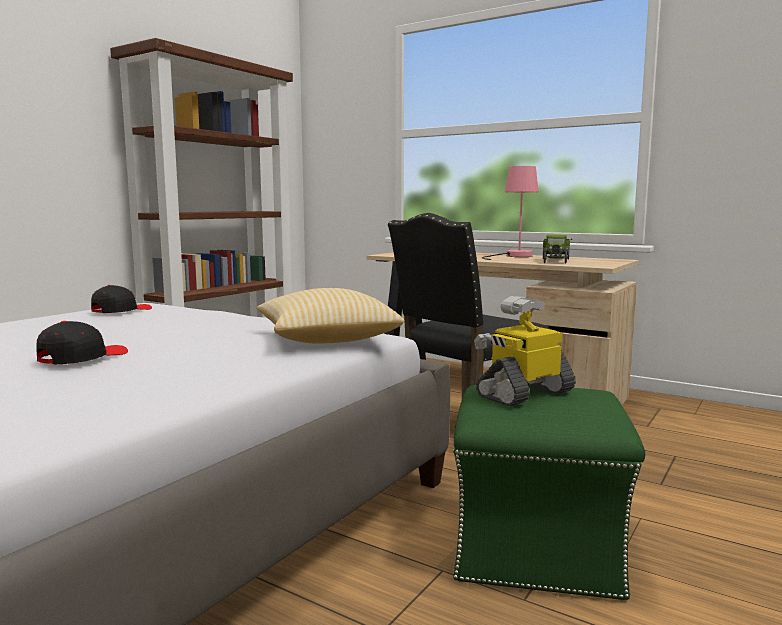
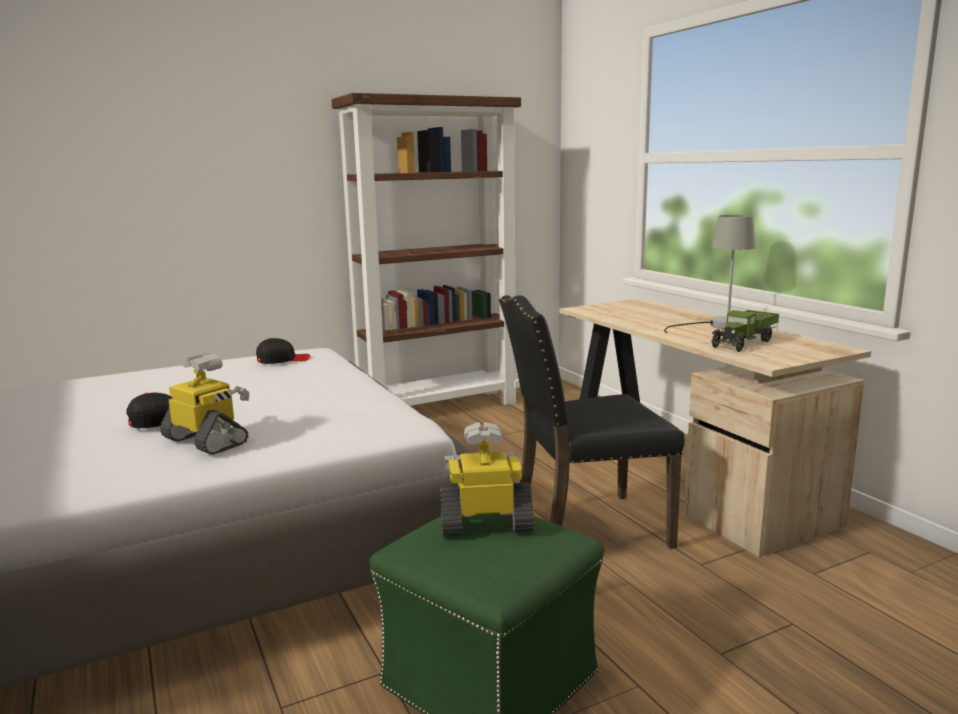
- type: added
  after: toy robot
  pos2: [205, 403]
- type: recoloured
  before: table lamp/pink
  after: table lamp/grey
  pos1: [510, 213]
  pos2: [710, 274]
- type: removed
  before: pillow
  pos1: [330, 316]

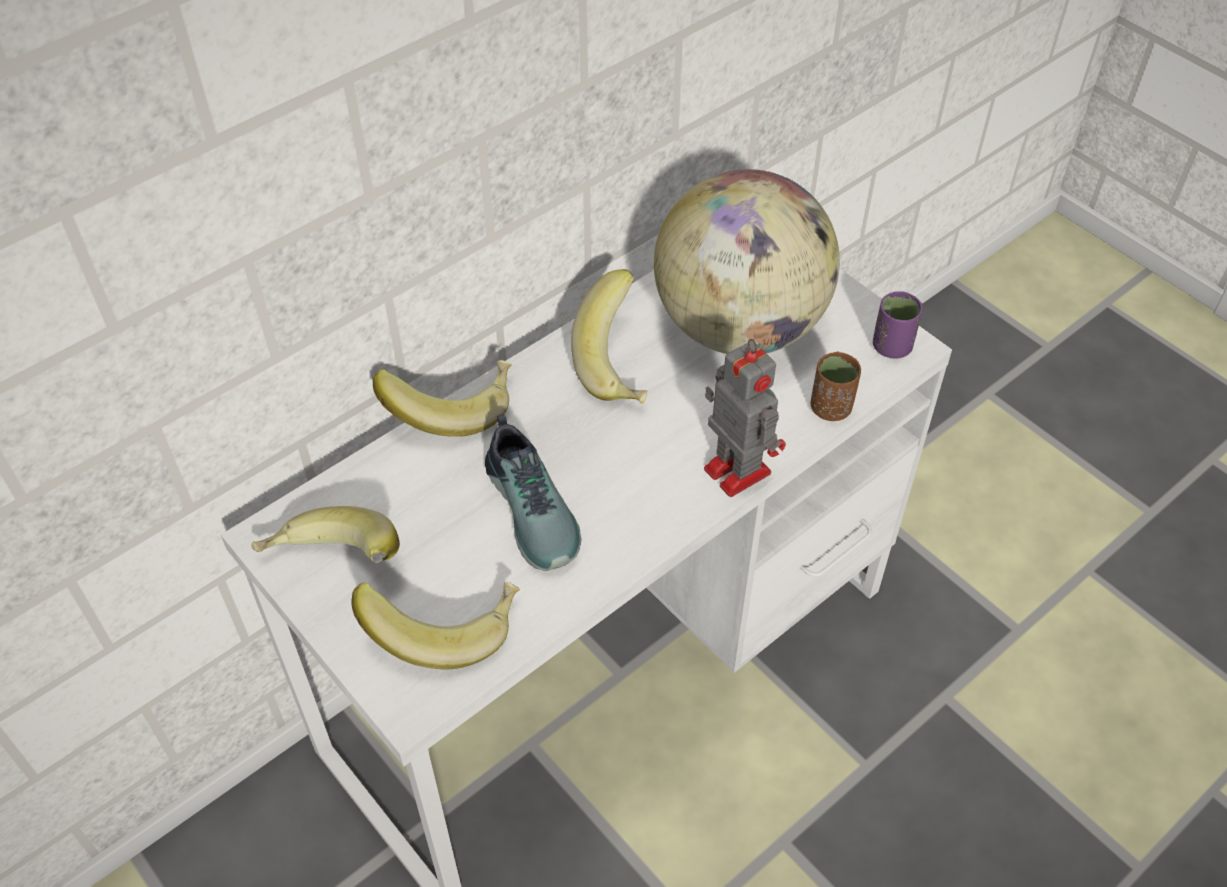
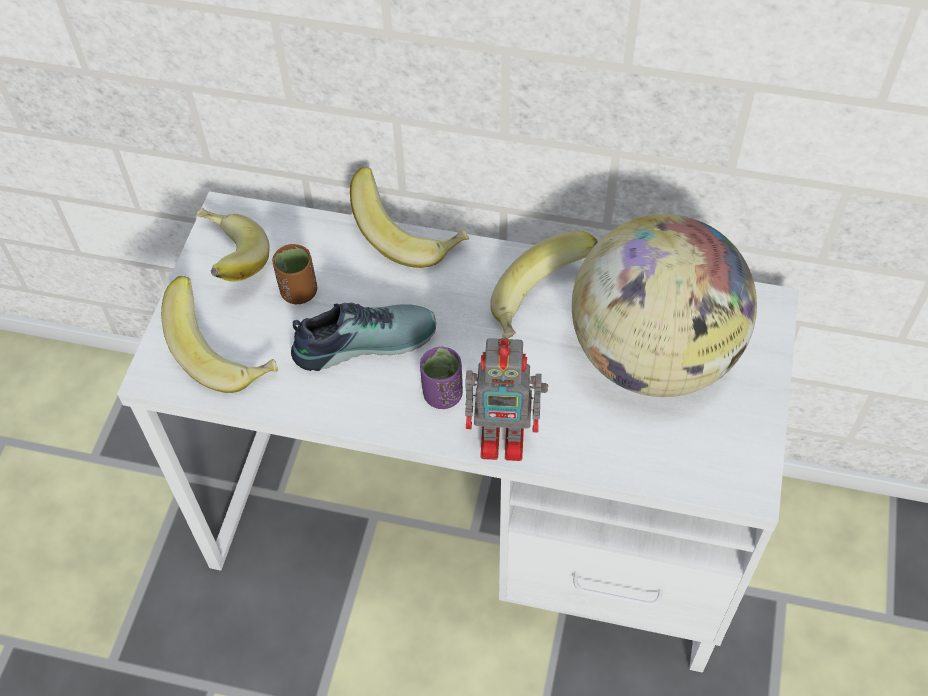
- type: moved
  before: cup/brown
  pos1: [835, 386]
  pos2: [294, 274]
- type: turned
  before: shoe
  pos1: [533, 492]
  pos2: [363, 336]
  turn: -135
- type: moved
  before: cup/purple
  pos1: [897, 325]
  pos2: [441, 378]
- type: turned
  before: toy robot
  pos1: [745, 418]
  pos2: [506, 399]
  turn: 75

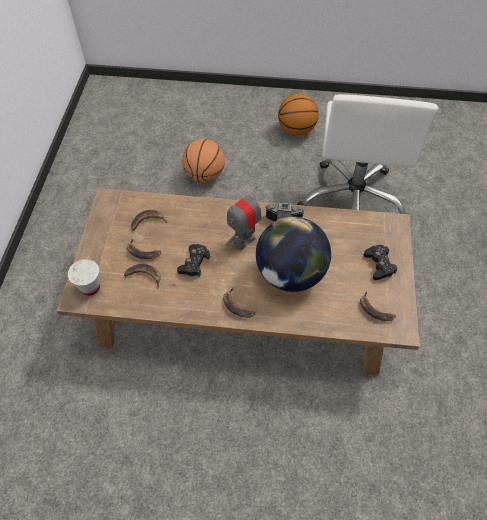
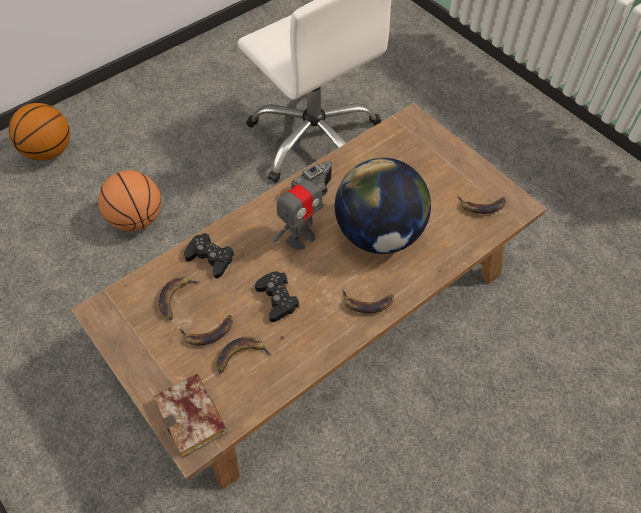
- type: moved
  before: basketball
  pos1: [298, 115]
  pos2: [39, 132]
- type: replaced
  before: cup/white
  after: book
  pos1: [84, 277]
  pos2: [190, 416]
- type: moved
  before: game controller/black
  pos1: [380, 262]
  pos2: [209, 255]
- type: turned
  before: toy robot
  pos1: [245, 218]
  pos2: [299, 209]
  turn: -135

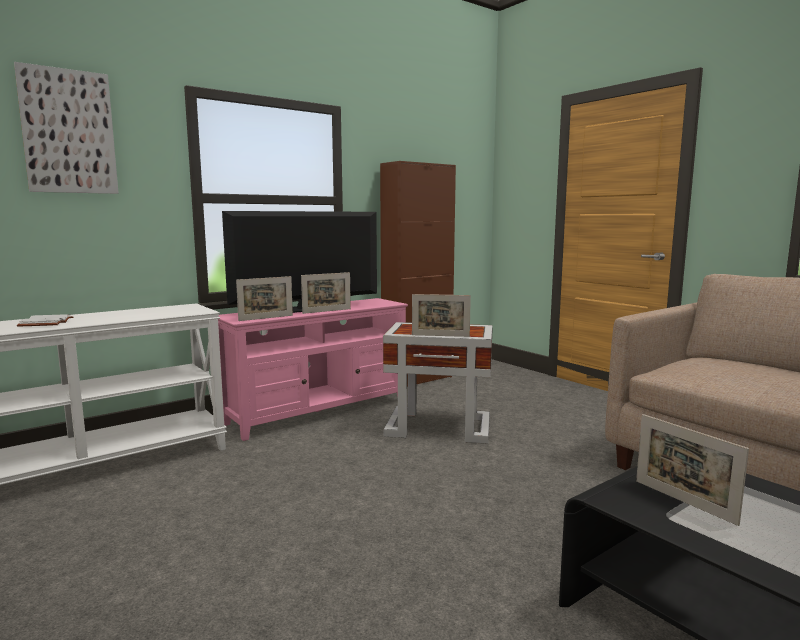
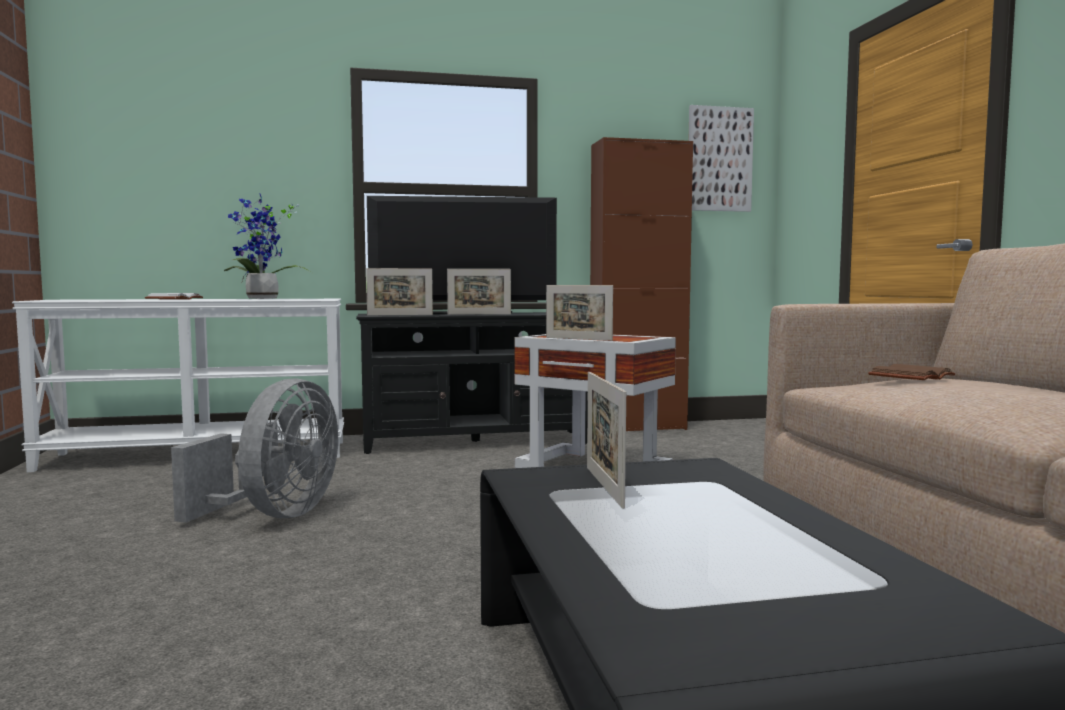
- type: added
  after: fan/grey
  pos2: [254, 450]
- type: added
  after: potted plant
  pos2: [268, 246]
- type: recoloured
  before: tv stand/pink
  after: tv stand/black
  pos1: [313, 369]
  pos2: [472, 383]
- type: moved
  before: picture
  pos1: [66, 128]
  pos2: [721, 158]
- type: added
  after: book/brown
  pos2: [911, 372]

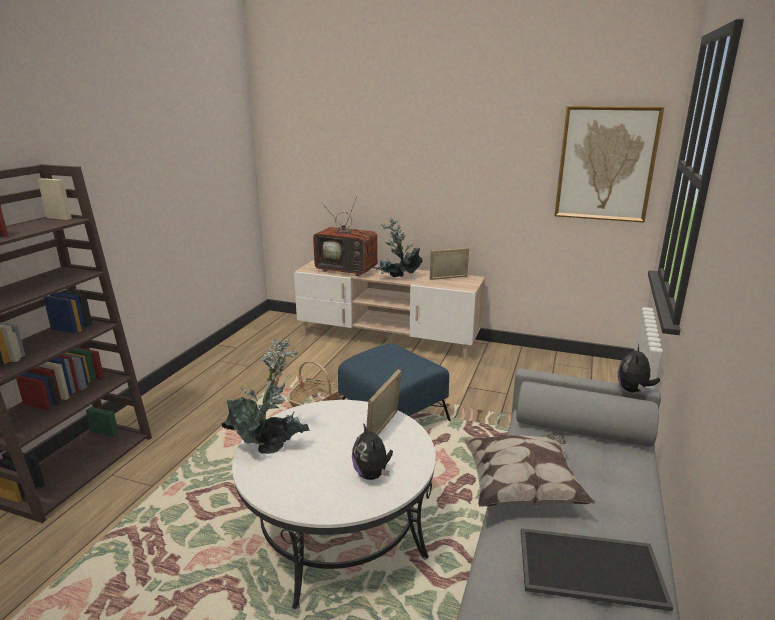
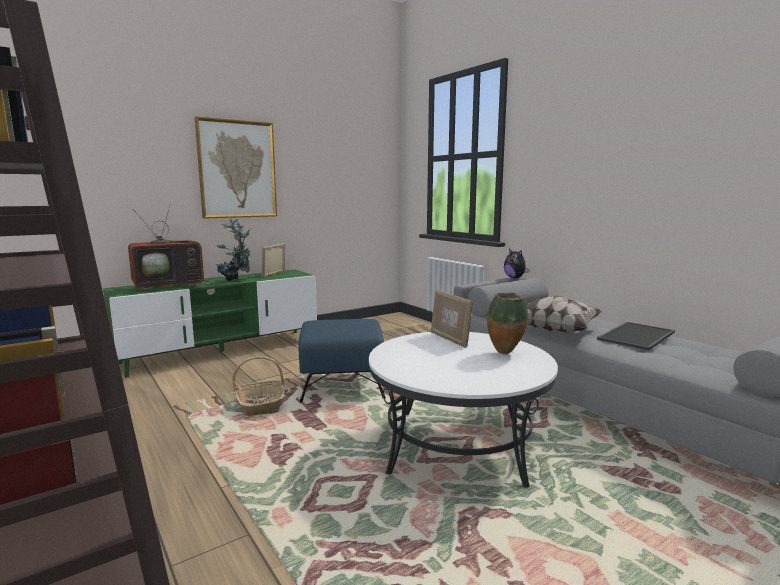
- type: recoloured
  before: tv stand/beige
  after: tv stand/green
  pos1: [389, 310]
  pos2: [210, 323]
- type: moved
  before: picture
  pos1: [609, 164]
  pos2: [236, 167]
- type: replaced
  before: plush toy
  after: vase
  pos1: [372, 451]
  pos2: [507, 323]
- type: removed
  before: potted plant
  pos1: [266, 396]

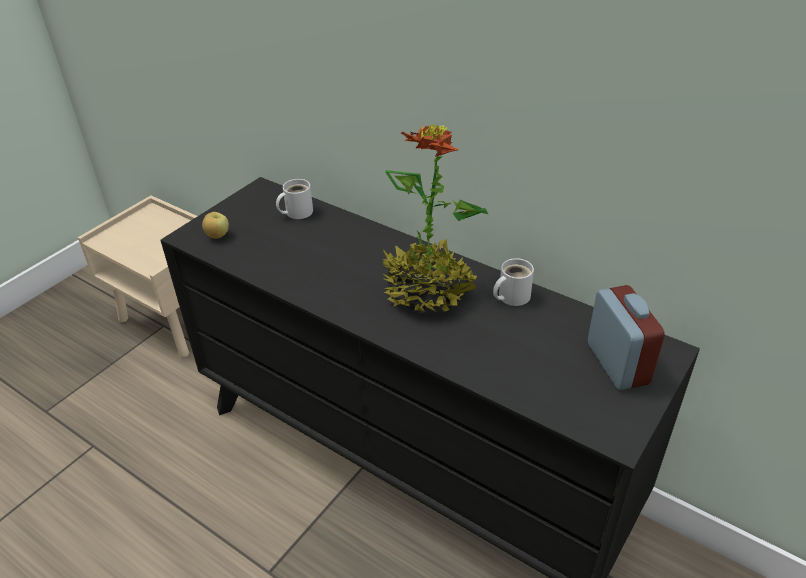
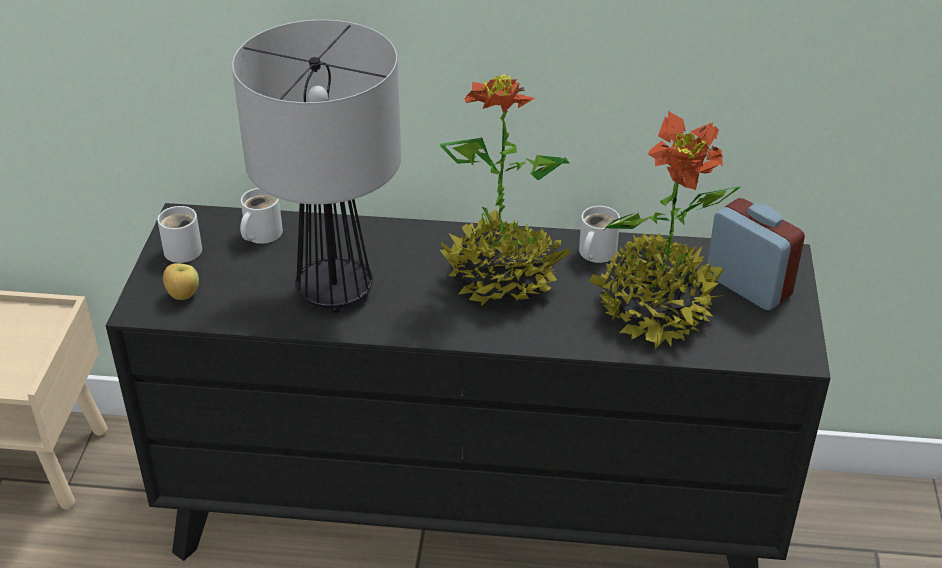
- type: added
  after: mug/white
  pos2: [179, 234]
- type: added
  after: table lamp
  pos2: [316, 166]
- type: added
  after: potted plant
  pos2: [665, 230]

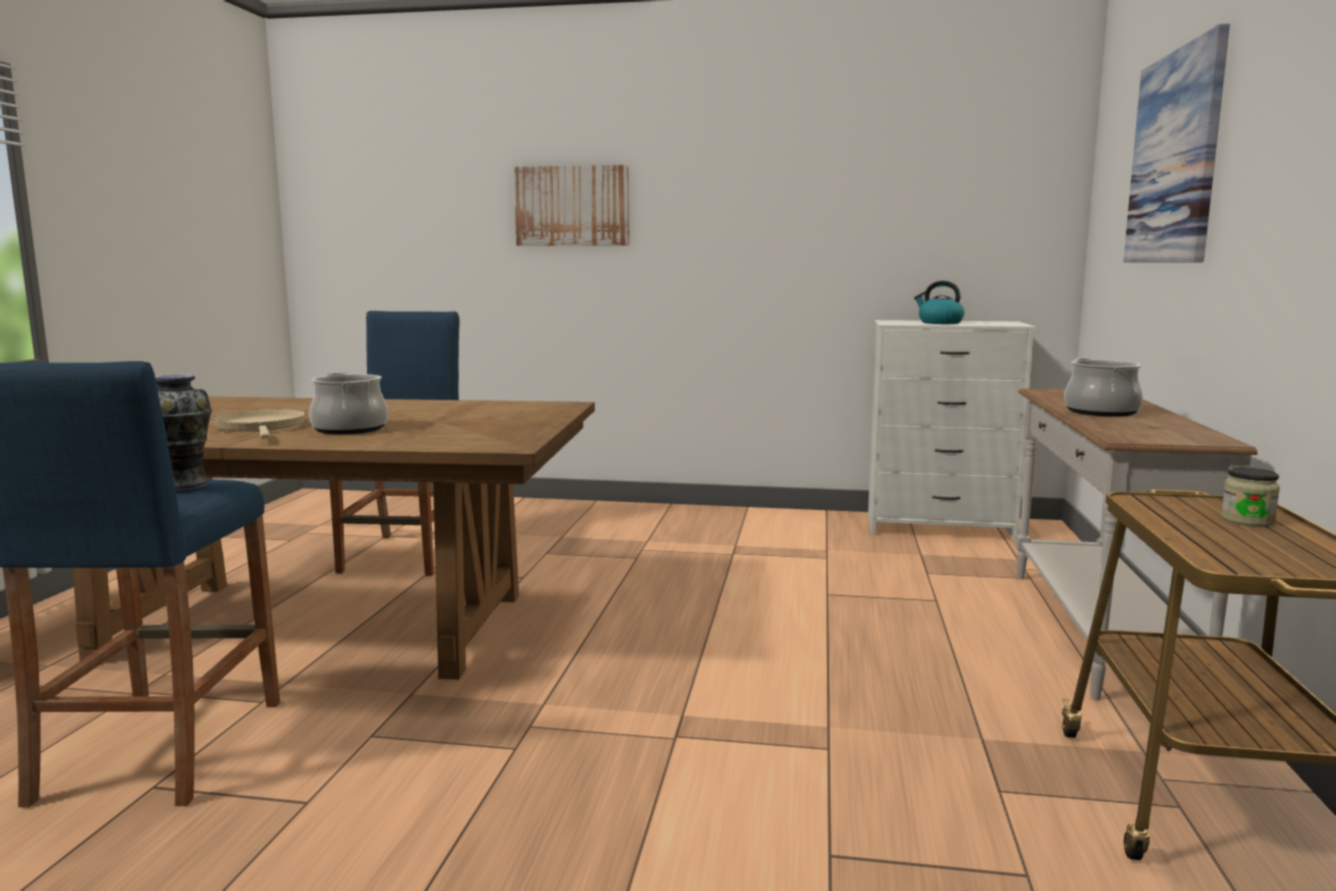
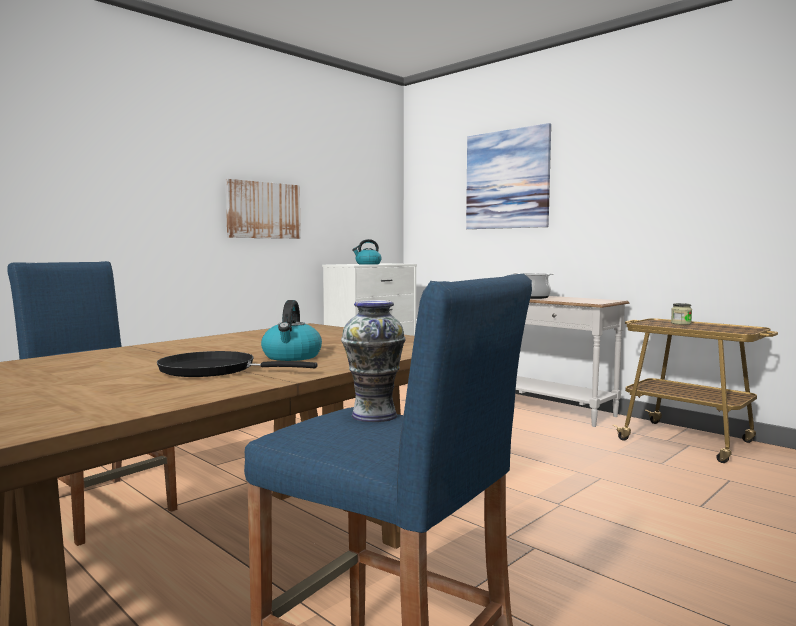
- type: recoloured
  before: frying pan/beige
  after: frying pan/black
  pos1: [259, 424]
  pos2: [237, 364]
- type: moved
  before: picture
  pos1: [571, 205]
  pos2: [263, 209]
- type: replaced
  before: cooking pot
  after: kettle
  pos1: [348, 403]
  pos2: [291, 330]

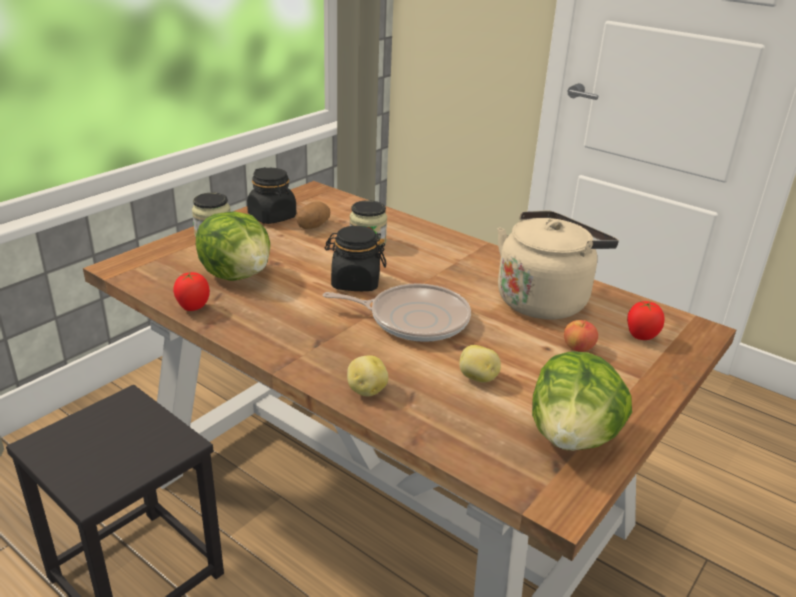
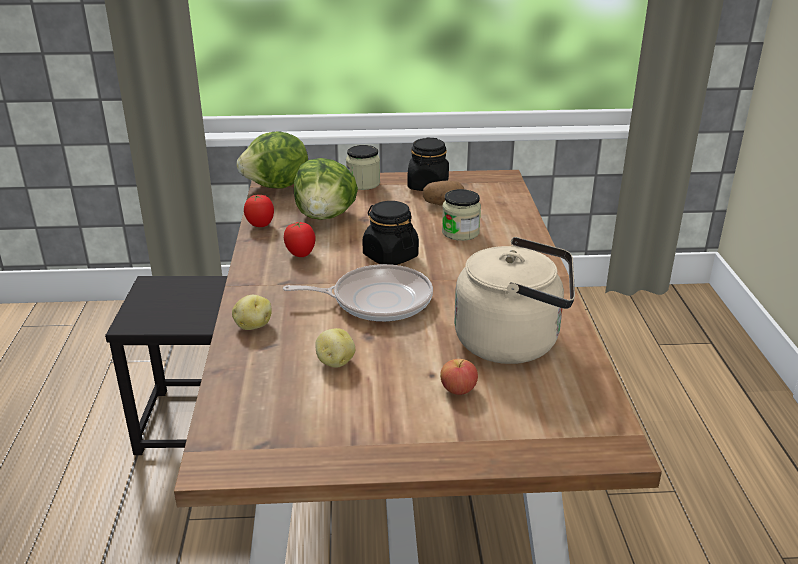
- type: moved
  before: lettuce
  pos1: [582, 401]
  pos2: [272, 160]
- type: turned
  before: frying pan
  pos1: [397, 312]
  pos2: [358, 293]
  turn: -60
- type: moved
  before: tomato
  pos1: [646, 320]
  pos2: [300, 239]

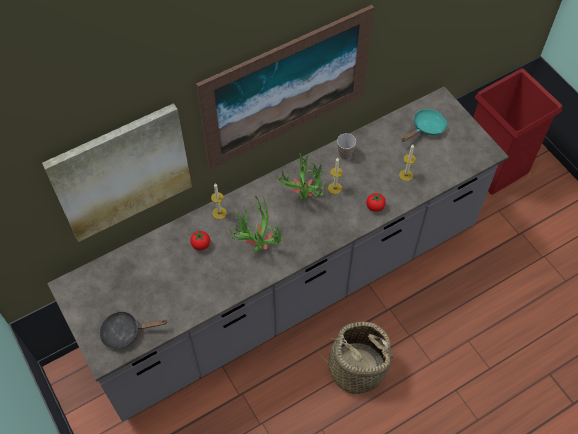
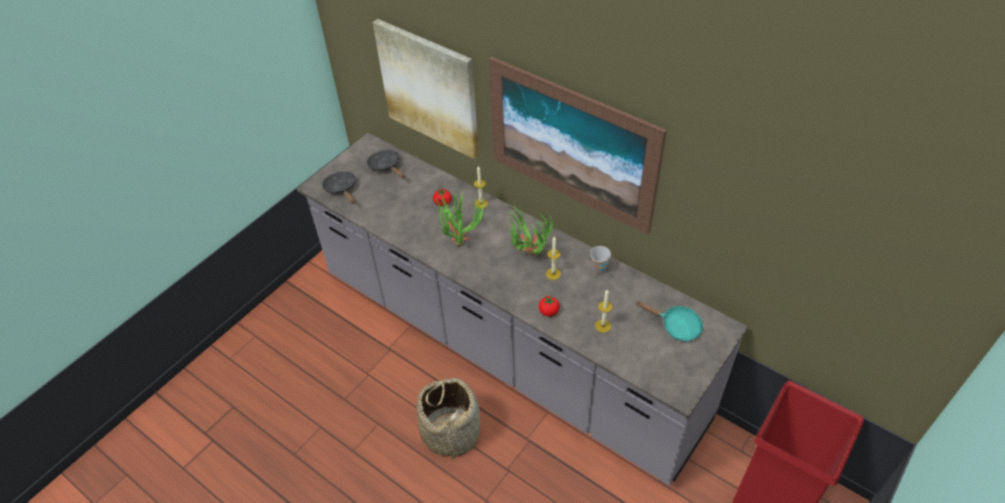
- type: added
  after: frying pan/black
  pos2: [386, 164]

